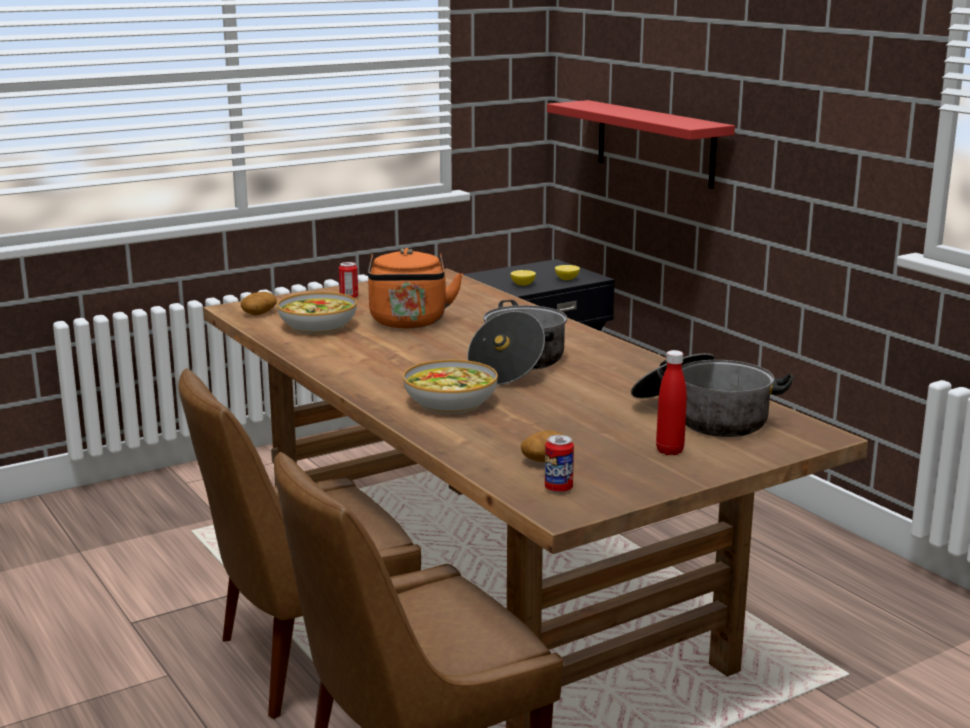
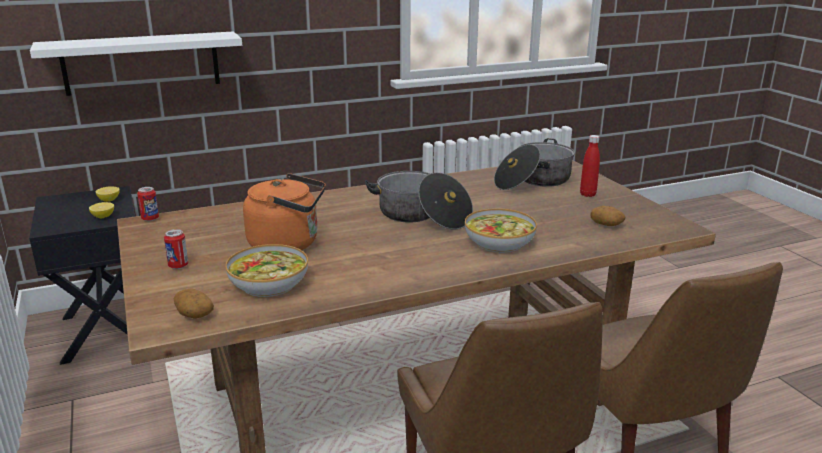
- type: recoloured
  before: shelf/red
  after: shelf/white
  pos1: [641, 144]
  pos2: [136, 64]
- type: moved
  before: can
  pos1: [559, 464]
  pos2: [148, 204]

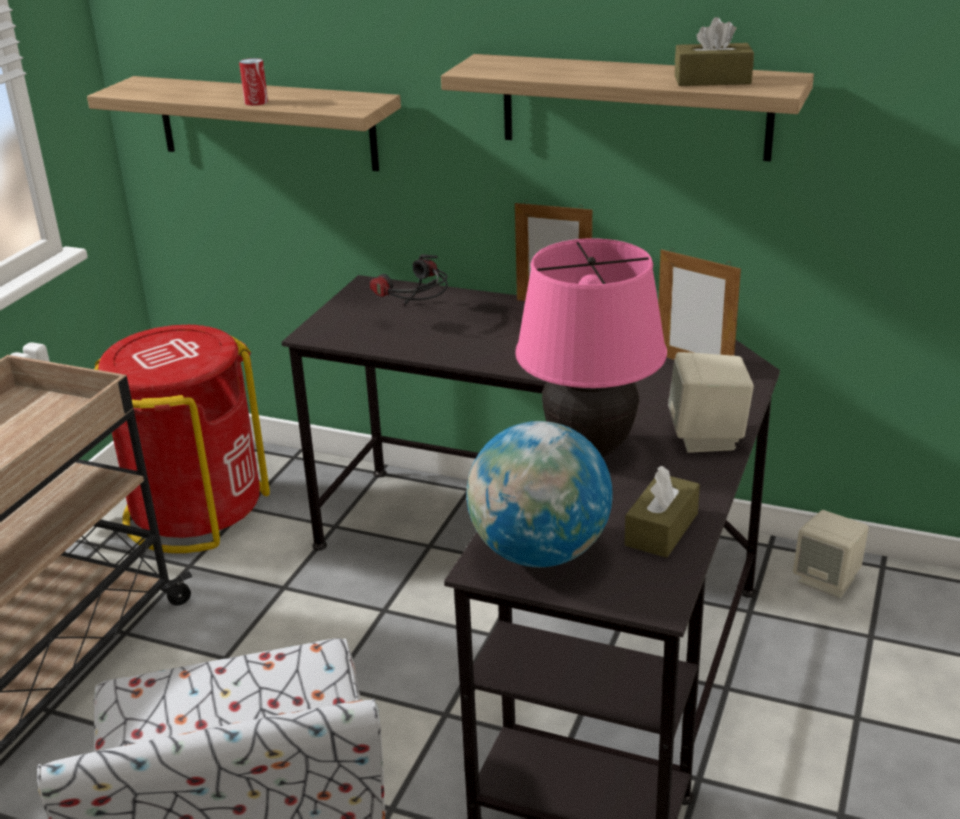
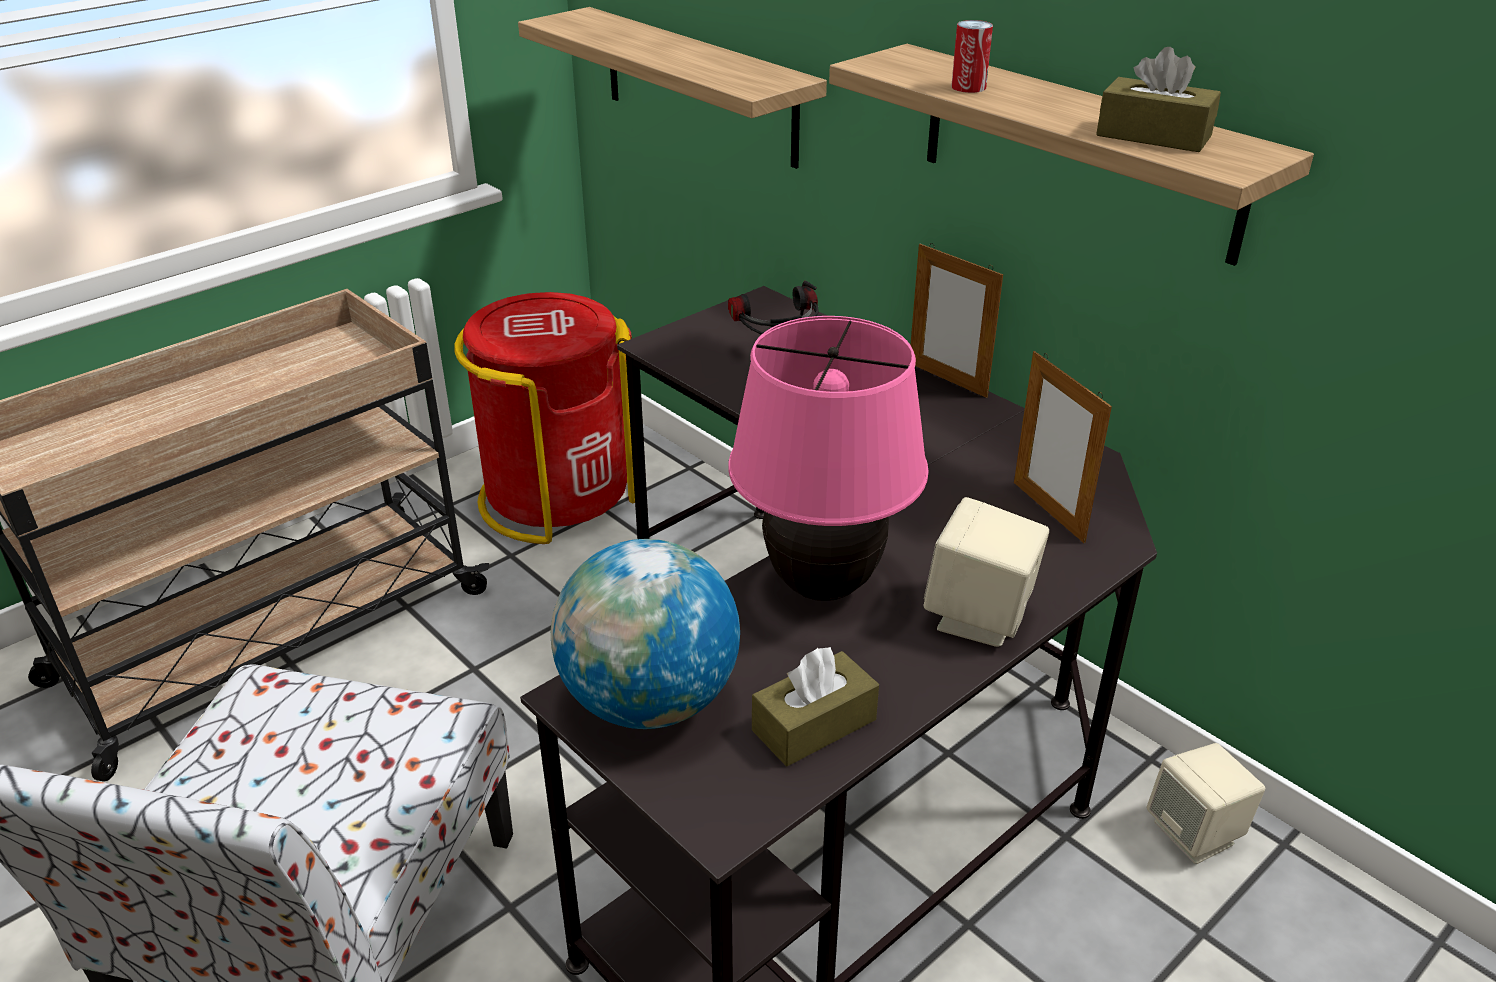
- type: moved
  before: can
  pos1: [253, 82]
  pos2: [972, 56]

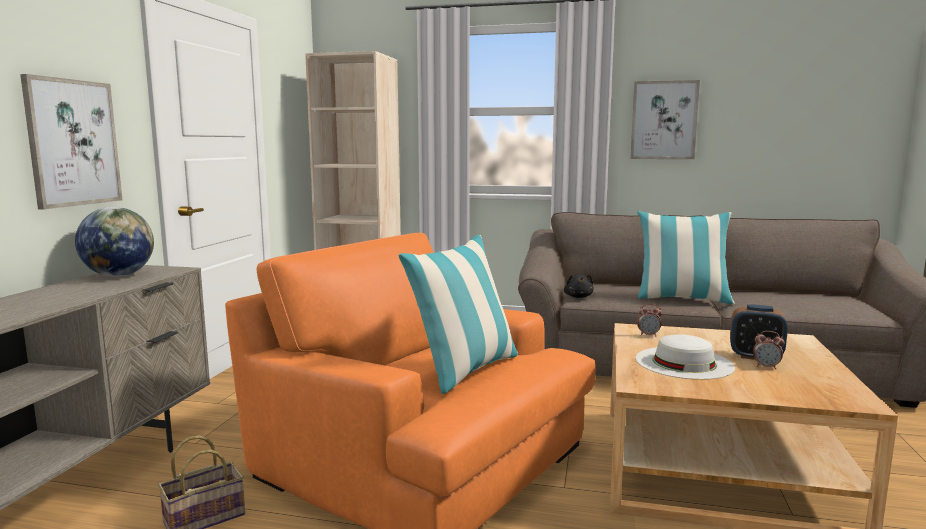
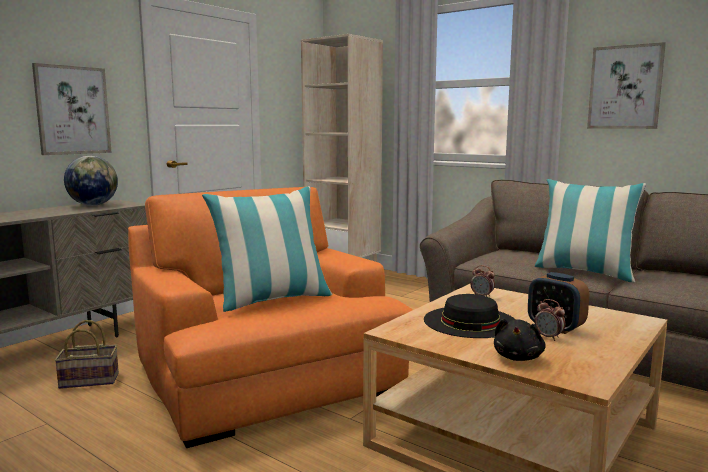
- type: recoloured
  before: hat/white
  after: hat/black
  pos1: [685, 357]
  pos2: [469, 316]
- type: moved
  before: plush toy/black
  pos1: [579, 286]
  pos2: [520, 340]

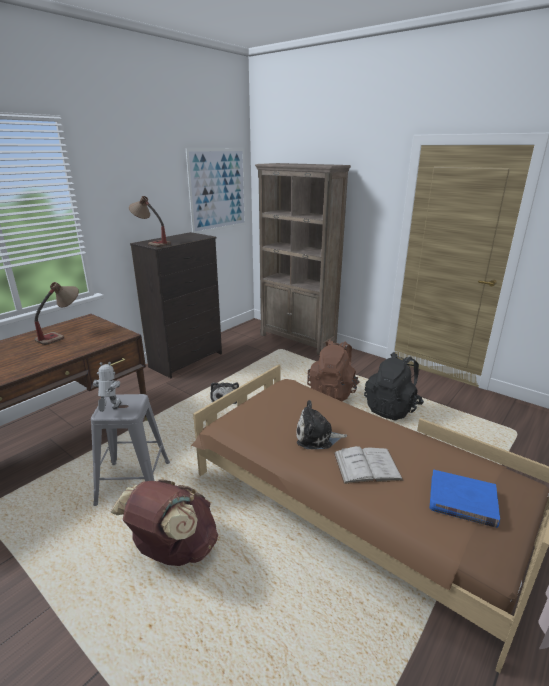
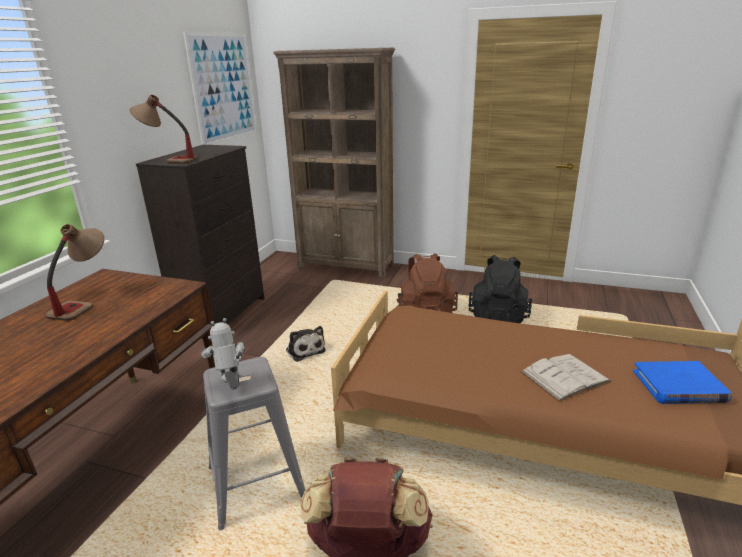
- type: removed
  before: plush toy
  pos1: [321, 424]

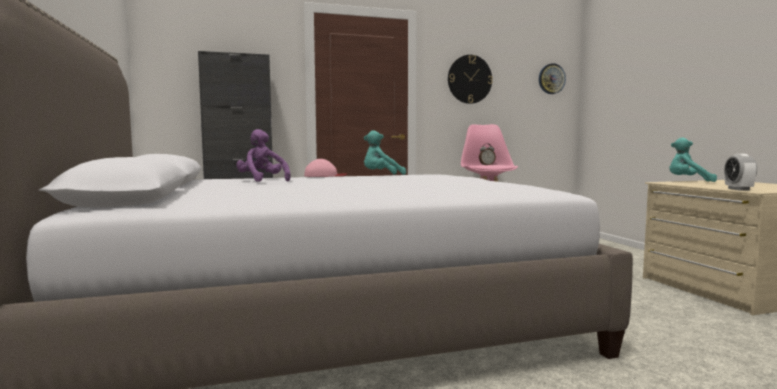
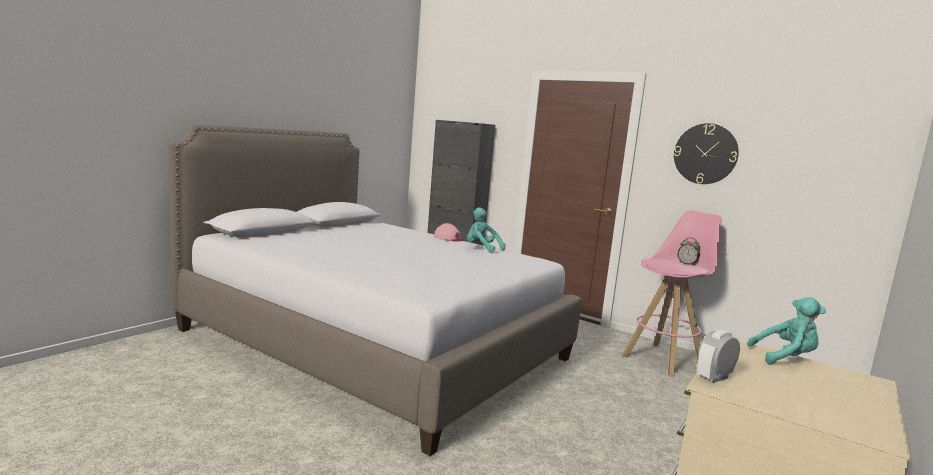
- type: turned
  before: plush toy/turquoise
  pos1: [693, 160]
  pos2: [786, 330]
  turn: 105
- type: removed
  before: plush toy/purple
  pos1: [263, 155]
- type: removed
  before: wall clock
  pos1: [552, 78]

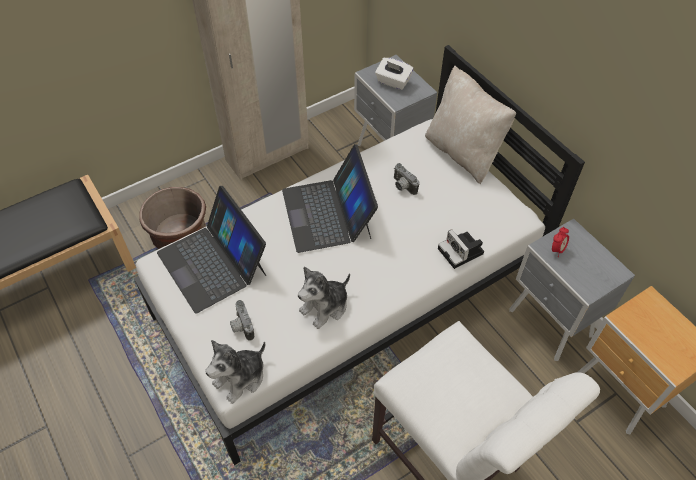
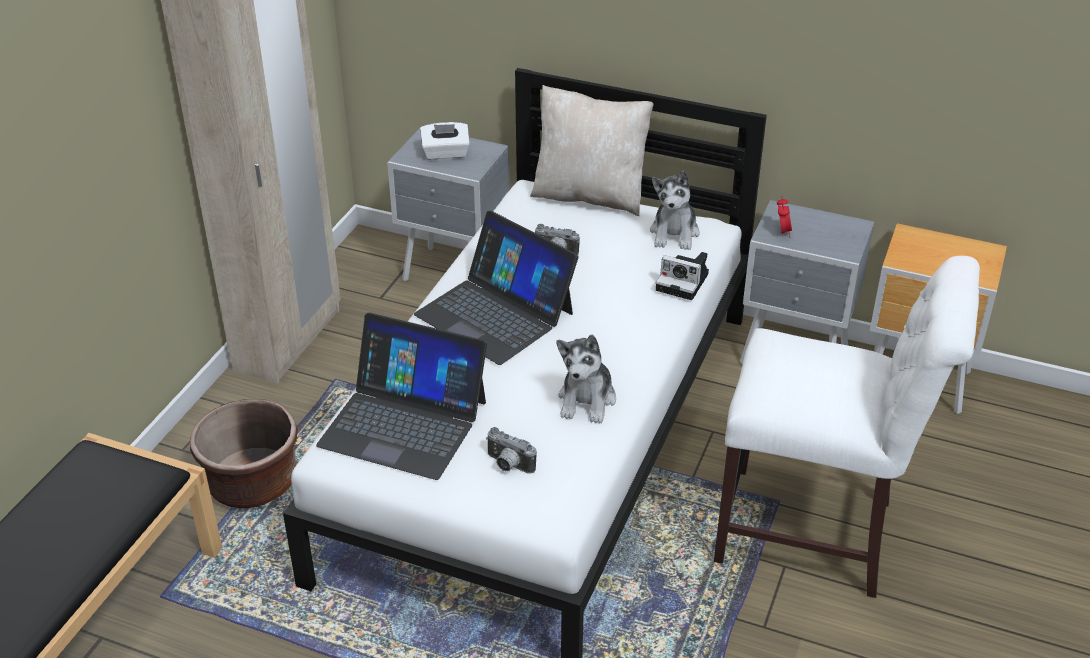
- type: moved
  before: plush toy
  pos1: [235, 372]
  pos2: [675, 210]

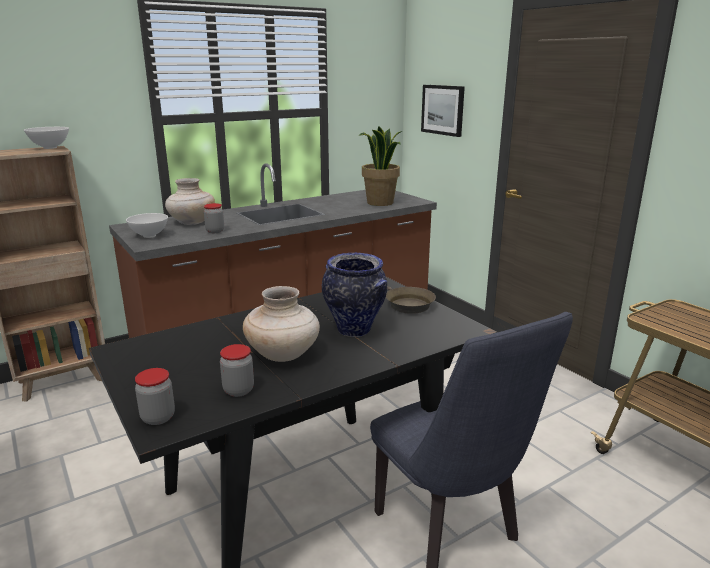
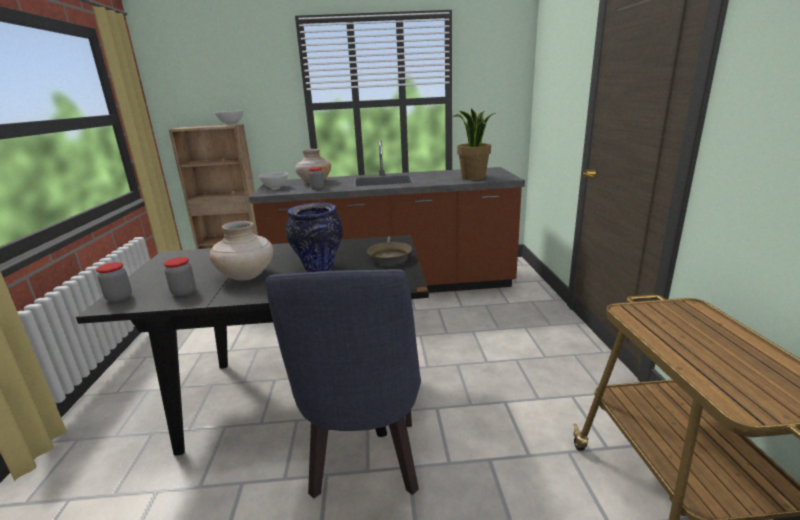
- type: removed
  before: picture
  pos1: [443, 111]

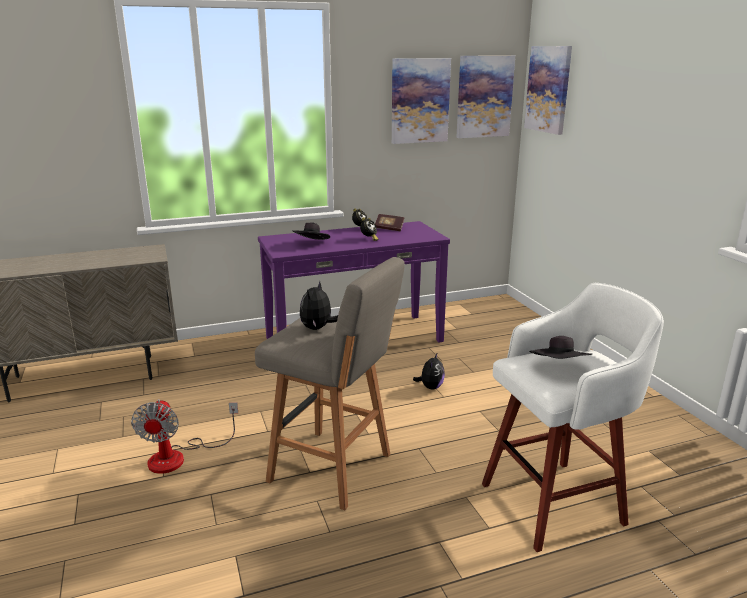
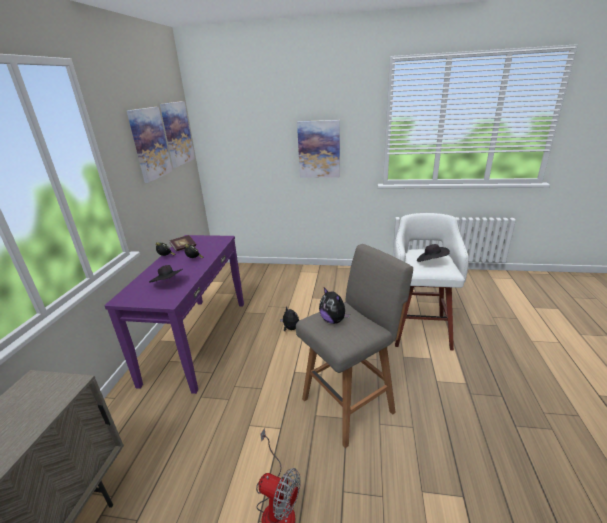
- type: moved
  before: picture
  pos1: [548, 90]
  pos2: [318, 149]

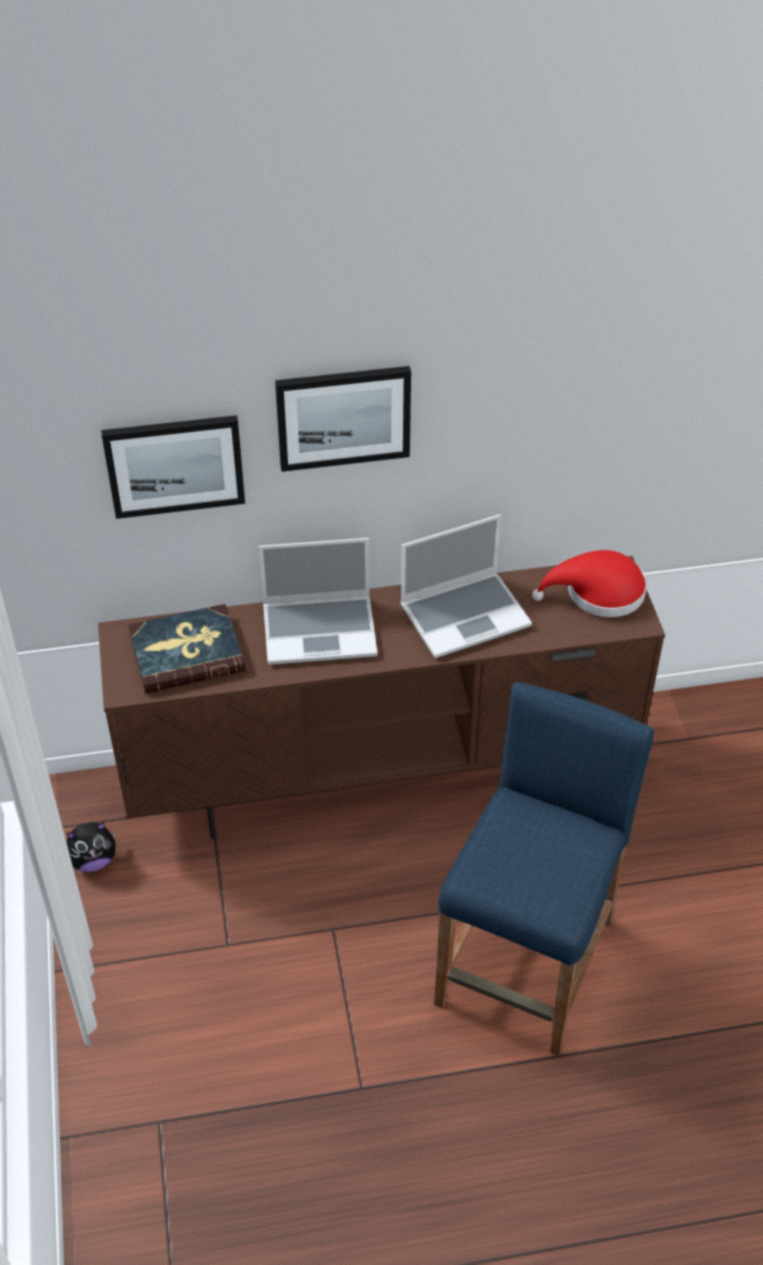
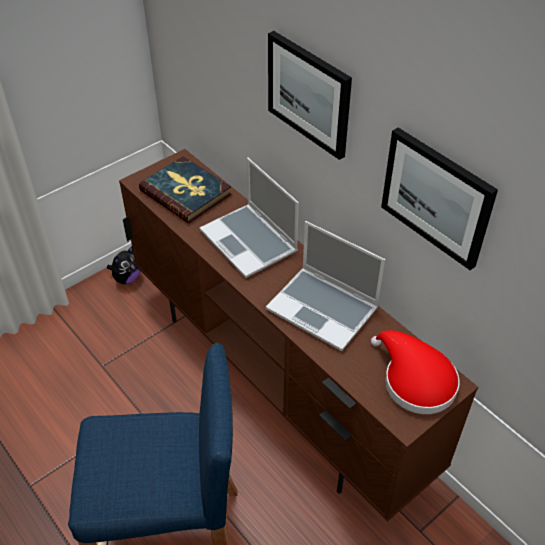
- type: turned
  before: plush toy
  pos1: [91, 847]
  pos2: [124, 265]
  turn: -90
- type: moved
  before: picture
  pos1: [173, 467]
  pos2: [439, 199]

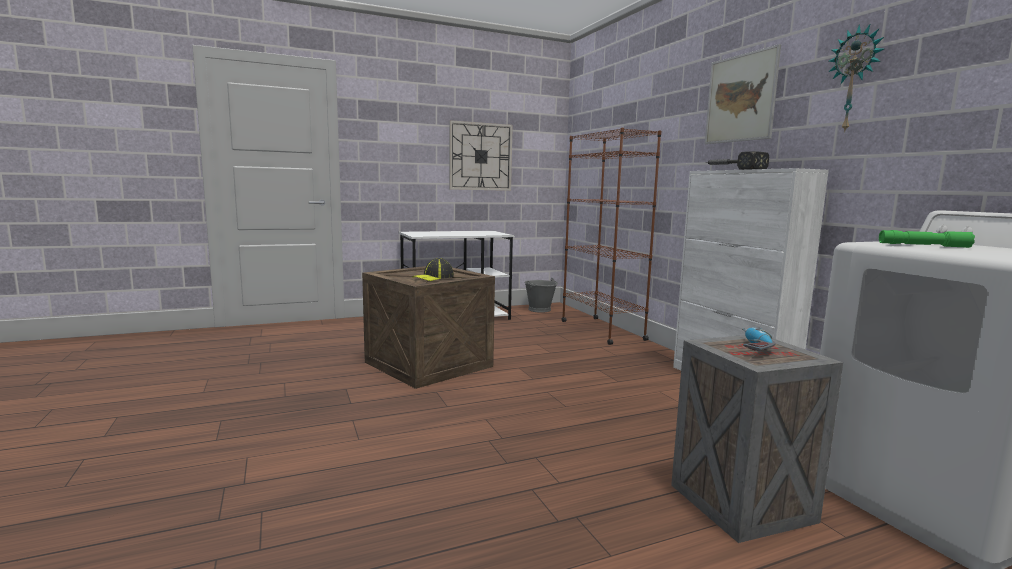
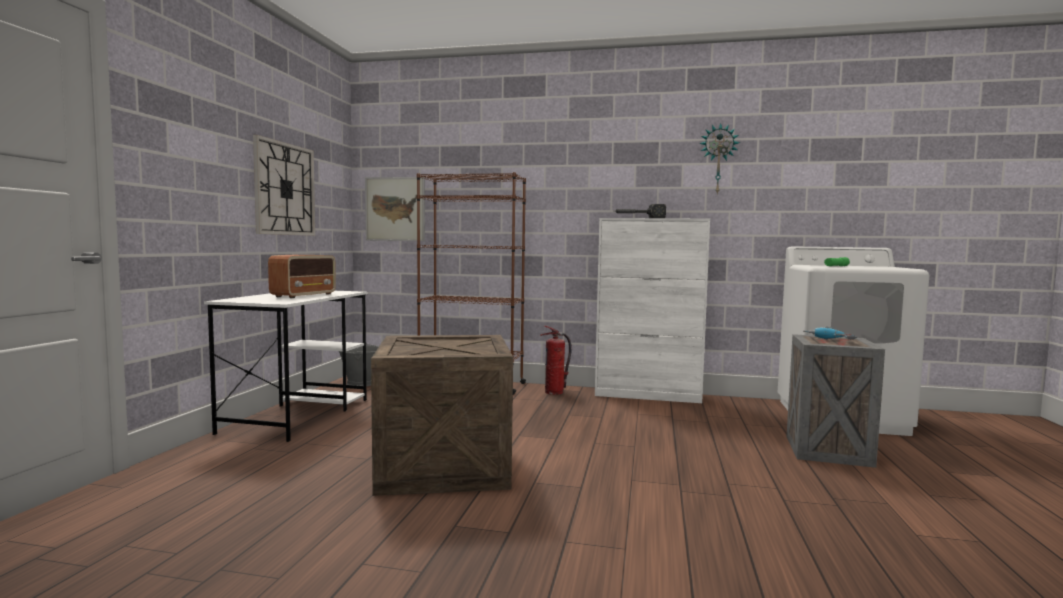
- type: added
  after: radio
  pos2: [302, 276]
- type: moved
  before: picture
  pos1: [743, 94]
  pos2: [395, 209]
- type: added
  after: fire extinguisher
  pos2: [556, 360]
- type: removed
  before: cap
  pos1: [433, 269]

